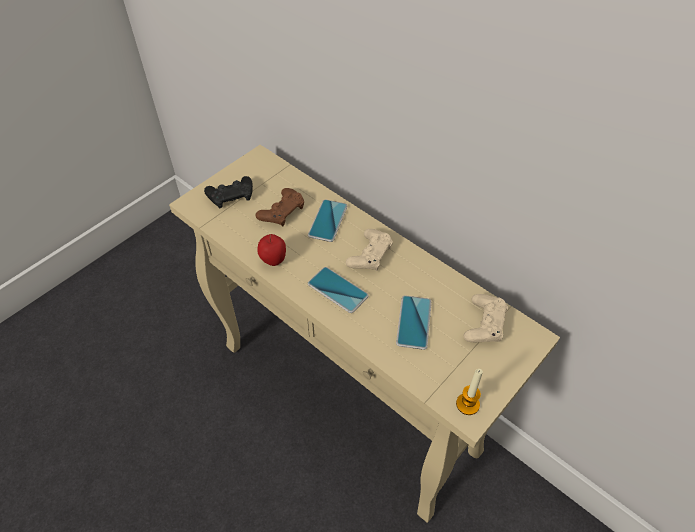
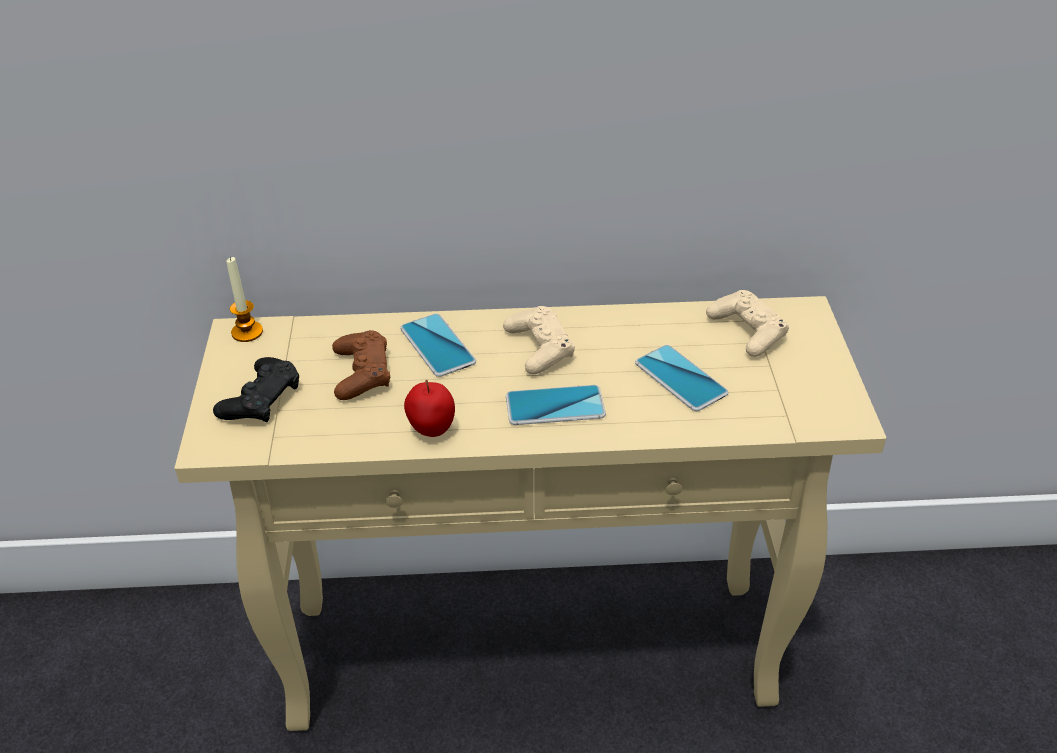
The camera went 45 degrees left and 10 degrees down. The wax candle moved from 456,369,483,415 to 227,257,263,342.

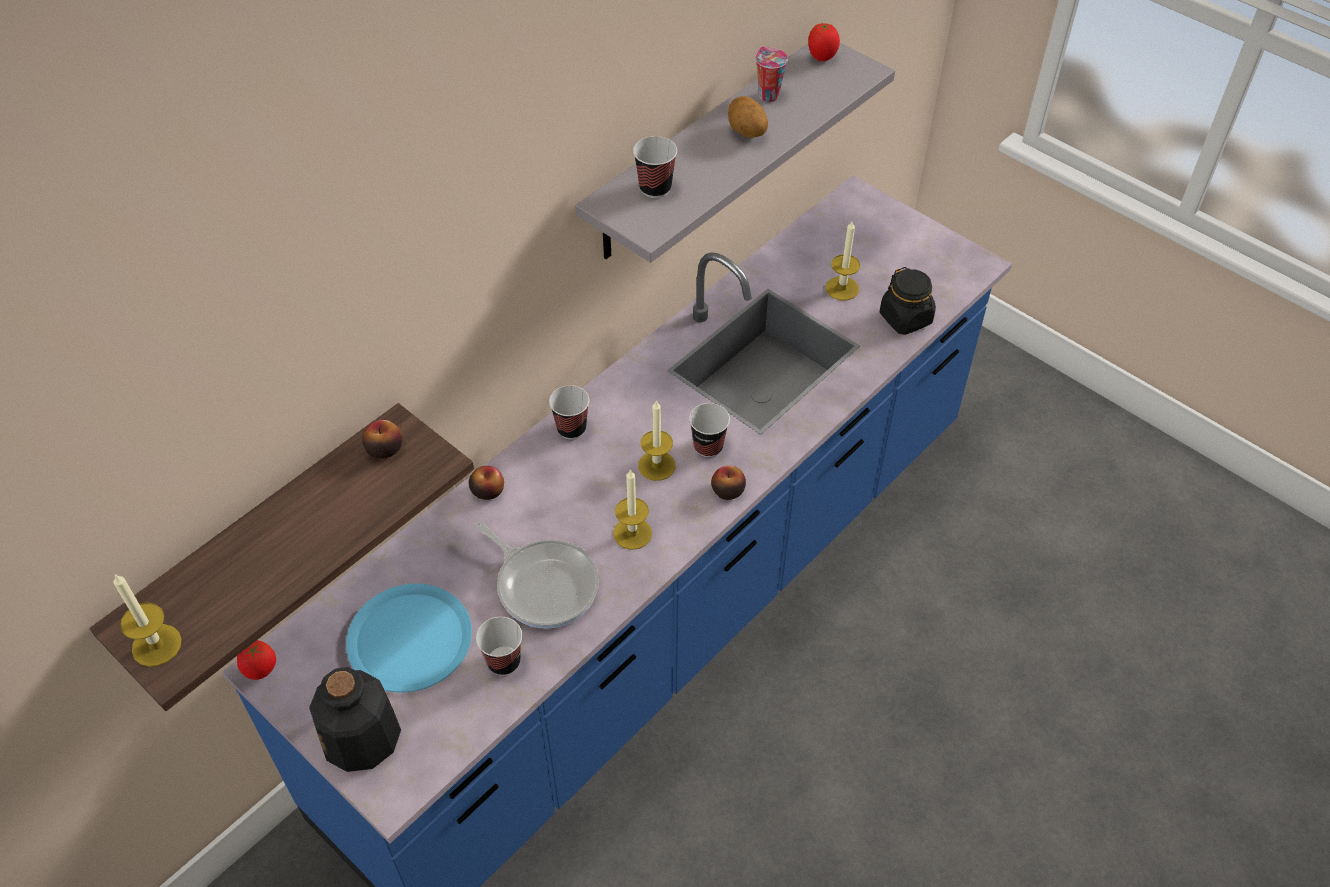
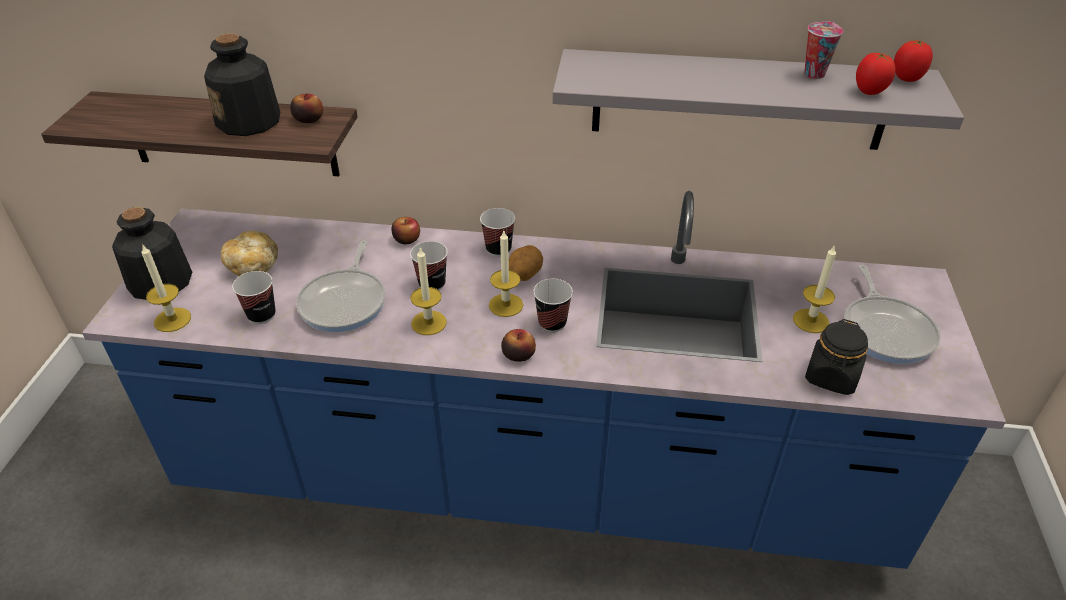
The camera went 55 degrees right and 10 degrees down. The bottle at 204,33,280,136 appeared. The frying pan at 844,265,941,364 appeared. The wax candle moved from 113,574,182,667 to 141,244,191,332. The tomato moved from 237,640,276,680 to 856,53,895,95. The drinking cup moved from 633,136,677,198 to 410,241,448,290. The whole potato moved from 728,96,768,138 to 509,245,543,281. The bluish plate at 346,584,472,693 was replaced by the bakery bread at 220,231,278,276.

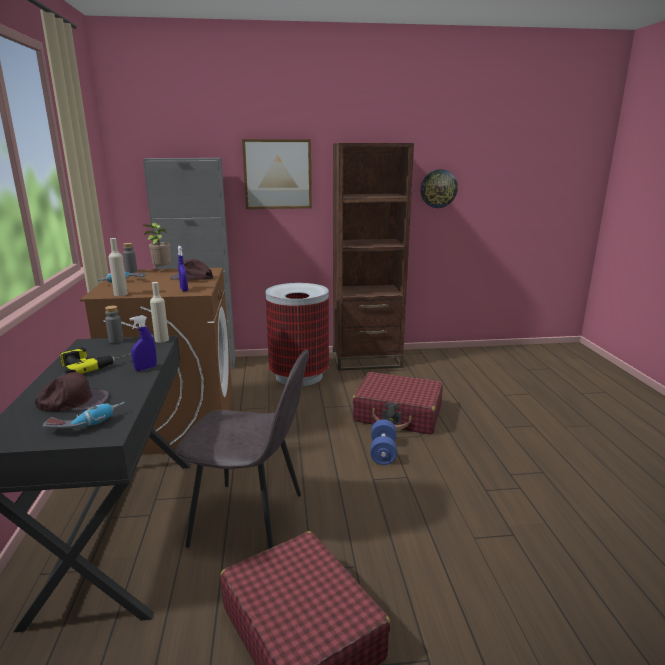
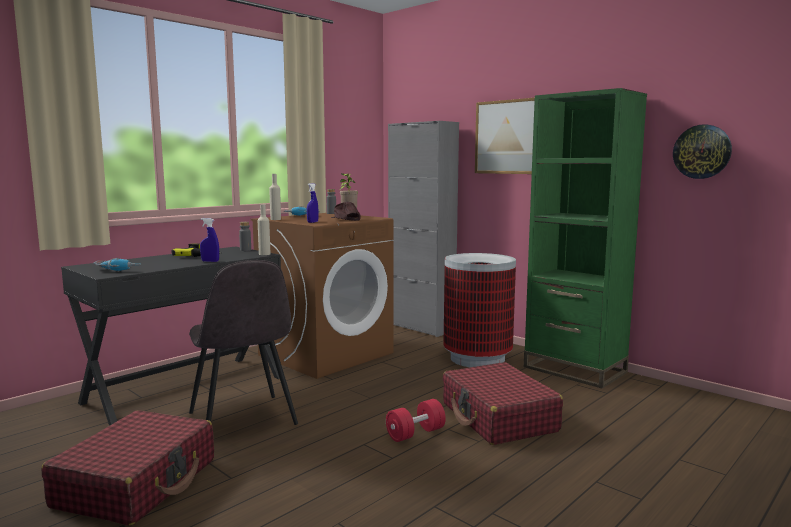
The camera went 50 degrees right and 10 degrees down. The brown cap at 35,372,109,411 disappeared. The brown shelving unit at 333,143,414,371 became the greenish shelving unit at 524,88,647,389. The bluish hand weight at 370,419,397,465 became the red-coloured hand weight at 386,399,446,442.

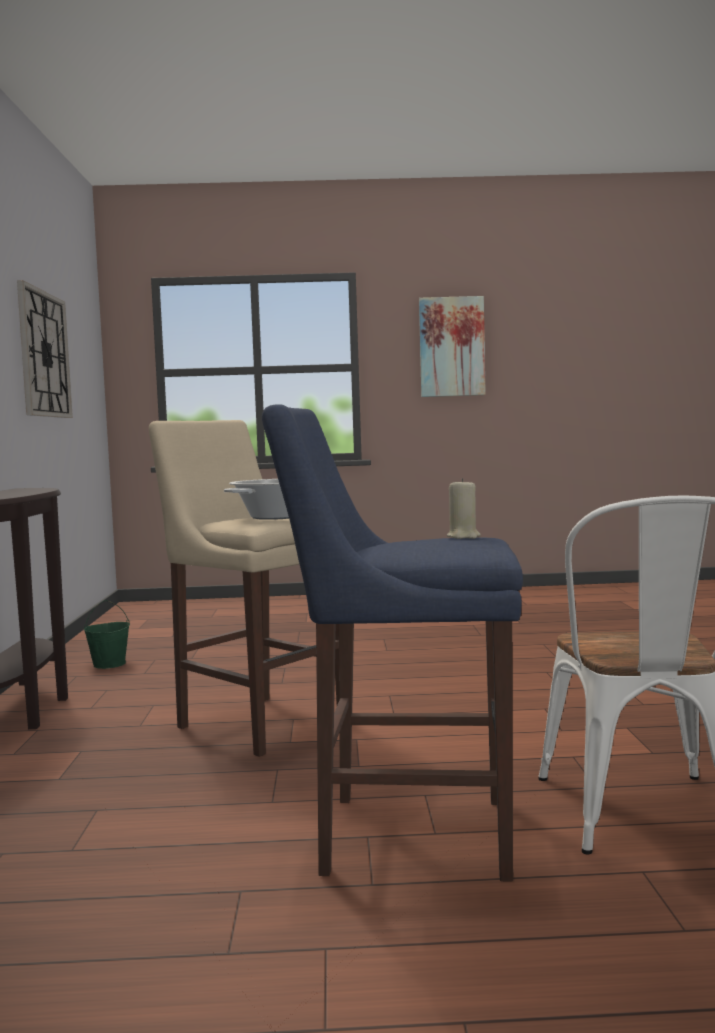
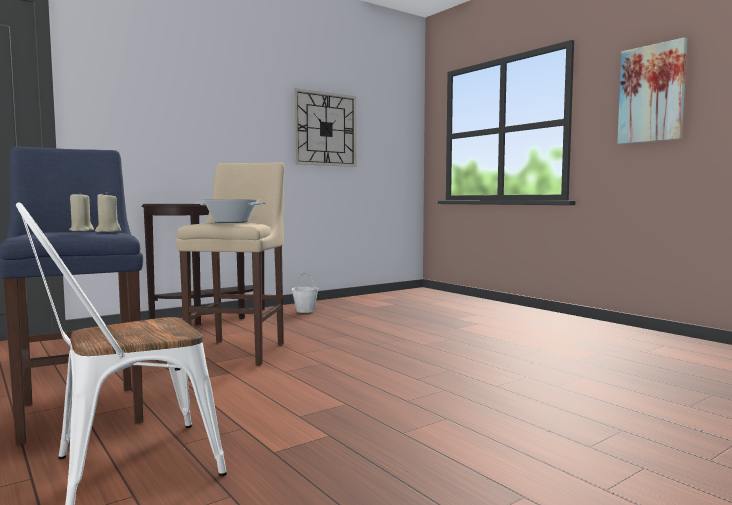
The camera went 55 degrees right and 0 degrees up. The beige wax candle at 69,193,94,231 appeared. The greenish pail at 84,600,130,669 became the whitish pail at 291,274,319,313.

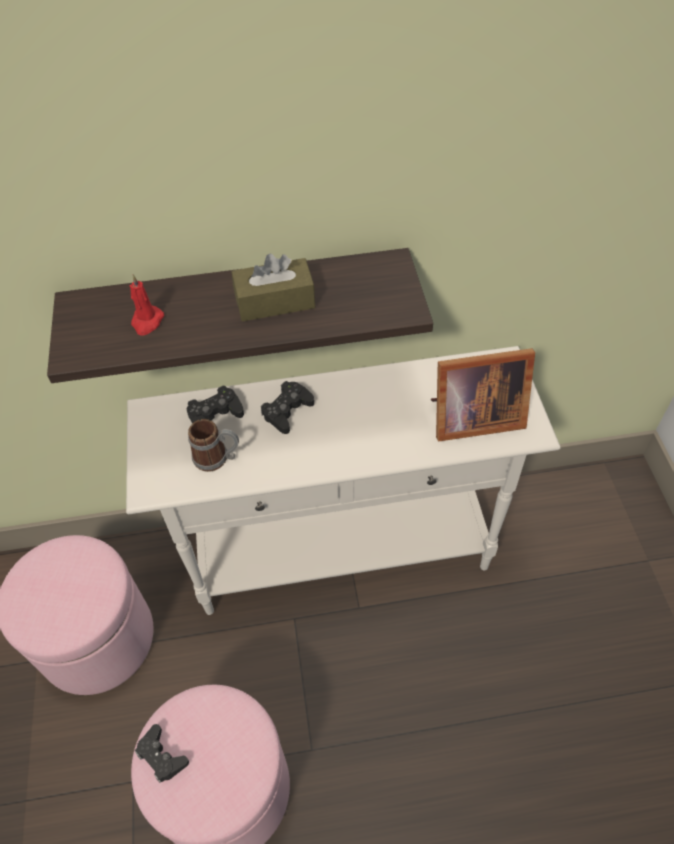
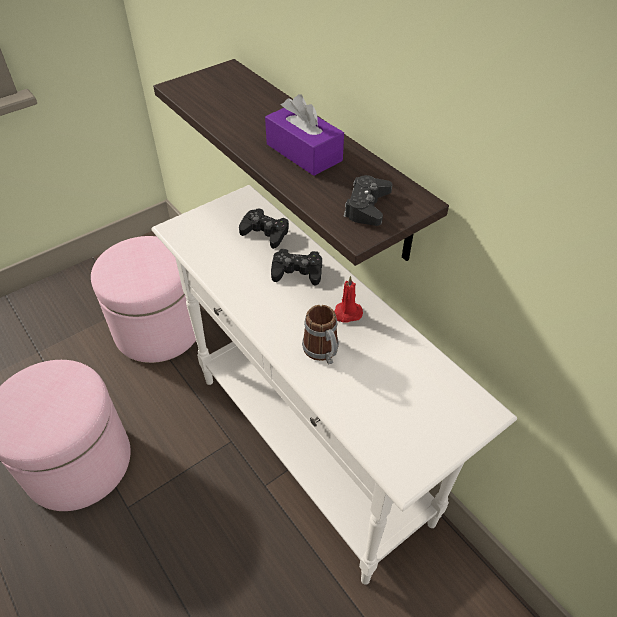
The camera went 60 degrees right and 5 degrees down. The standing frame at 431,348,535,442 disappeared. The red-coloured wax candle moved from 129,275,164,336 to 334,276,363,323. The black-coloured joypad moved from 135,724,189,783 to 344,175,392,226. The coffee mug moved from 188,419,239,472 to 302,305,339,364. The brown tissue holder at 231,254,315,321 became the purple tissue holder at 265,94,344,176.

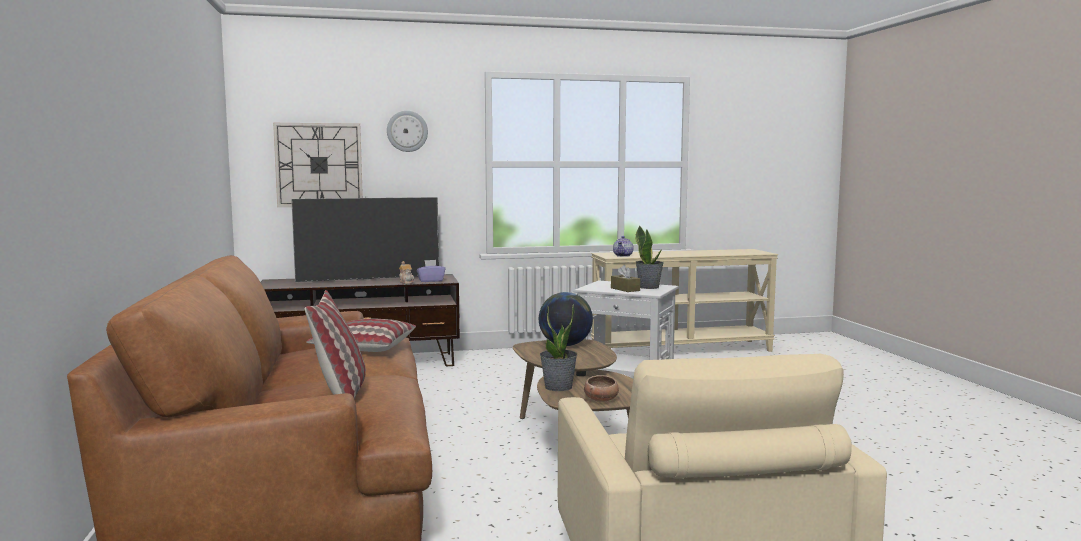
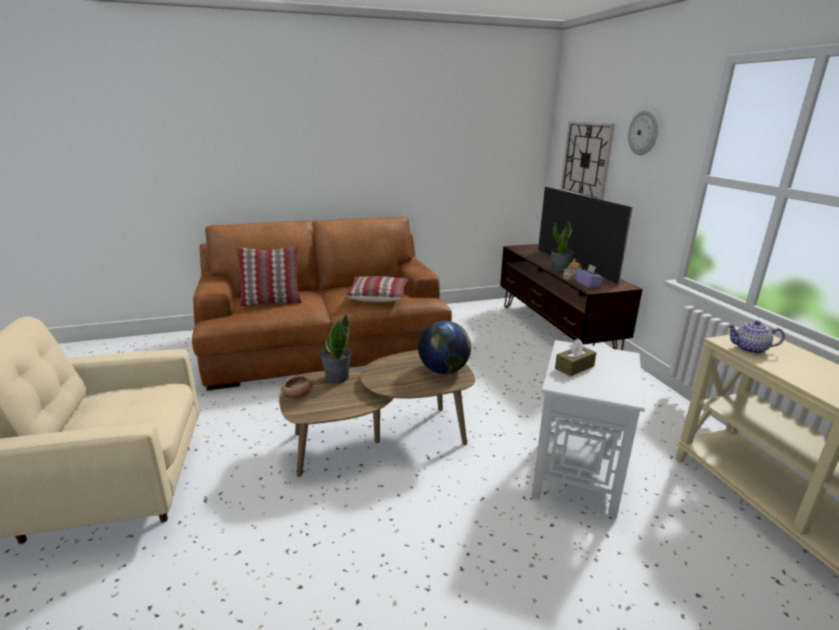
The camera went 85 degrees right and 15 degrees up. The potted plant moved from 635,225,664,289 to 551,220,574,273.

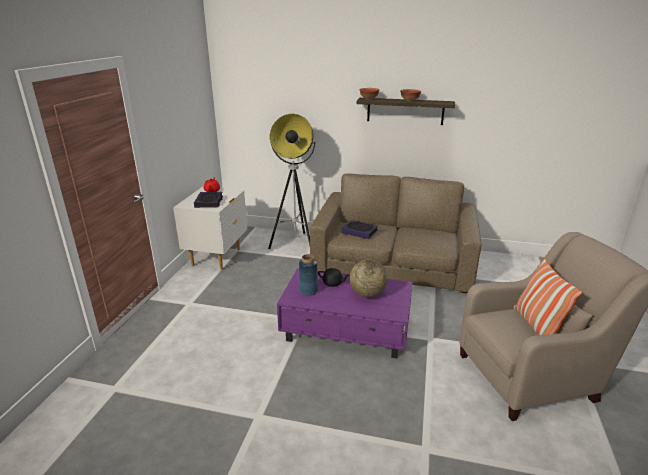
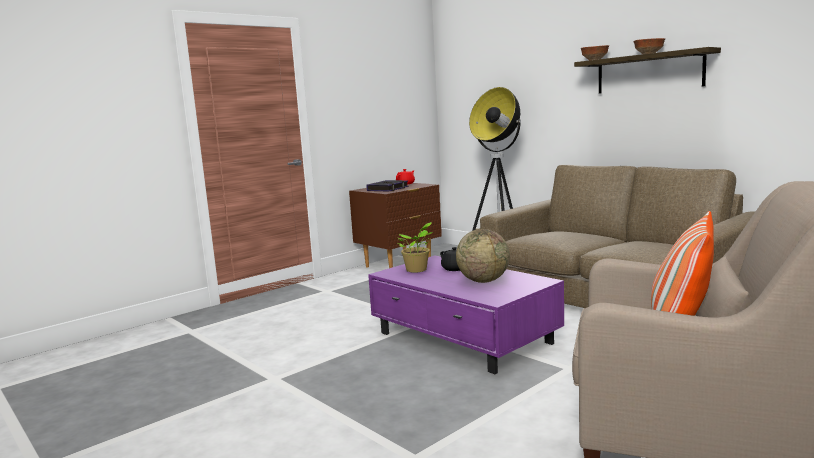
The camera went 35 degrees right and 15 degrees down. The bound book at 341,220,378,239 disappeared. The bluish flower vase at 299,254,318,296 was replaced by the potted plant at 397,222,432,273. The whitish bedside table at 173,187,247,270 became the brown bedside table at 349,183,442,268.

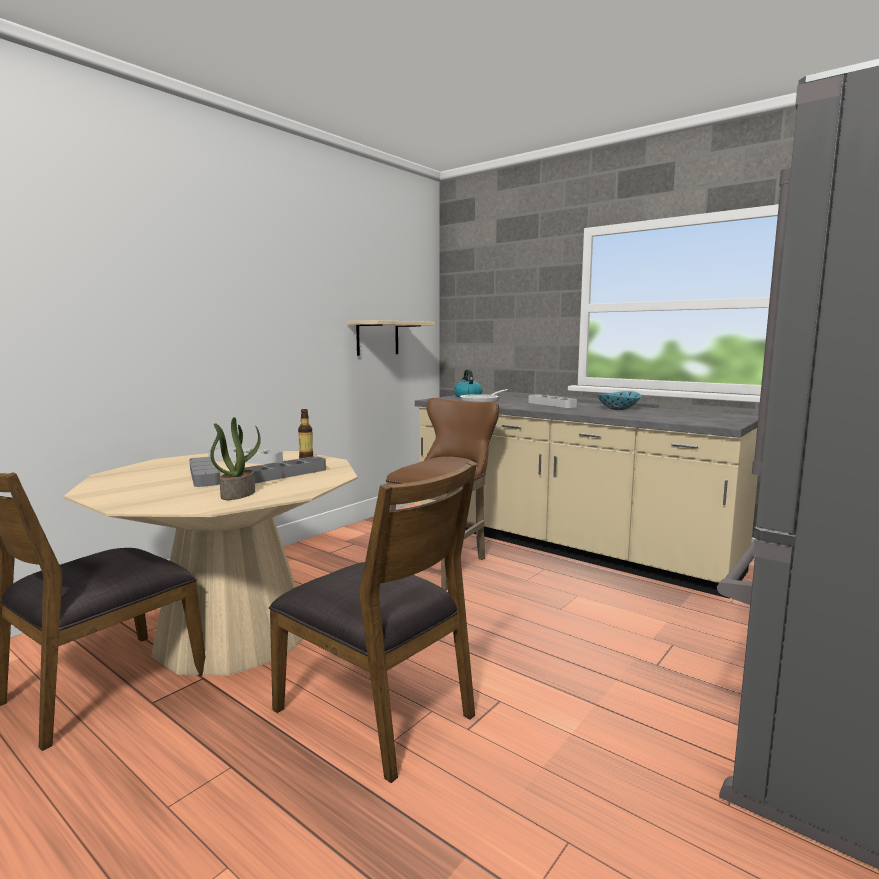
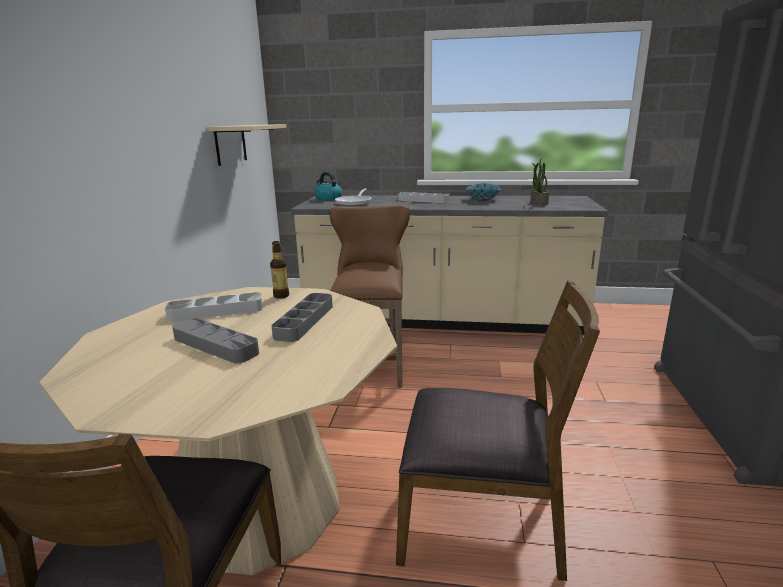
The camera went 30 degrees left and 10 degrees up. The potted plant moved from 210,417,261,500 to 530,158,549,205.

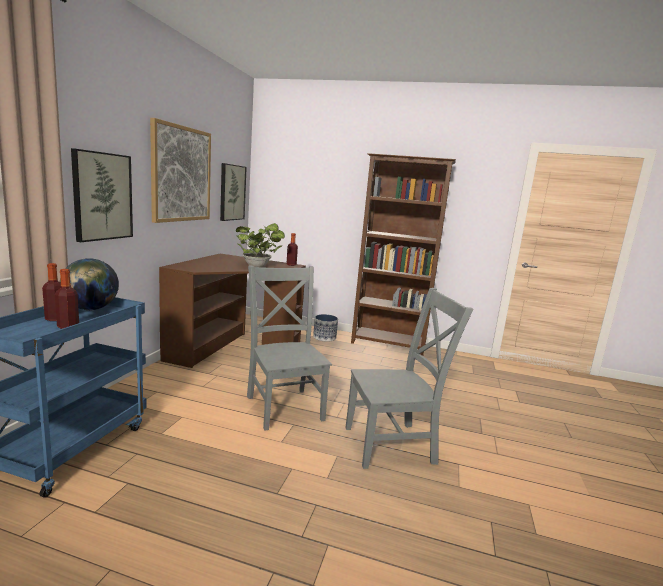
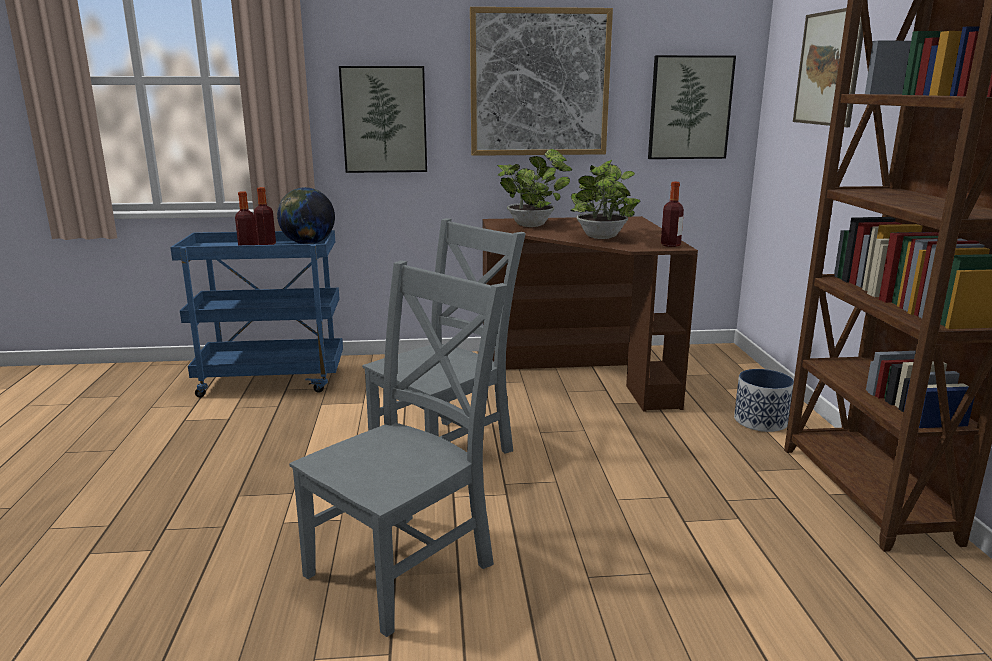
The camera went 70 degrees right and 5 degrees up. The potted plant at 497,149,572,227 appeared. The wall art at 793,8,863,127 appeared. The greyish chair at 345,288,473,469 turned 105 degrees counterclockwise.

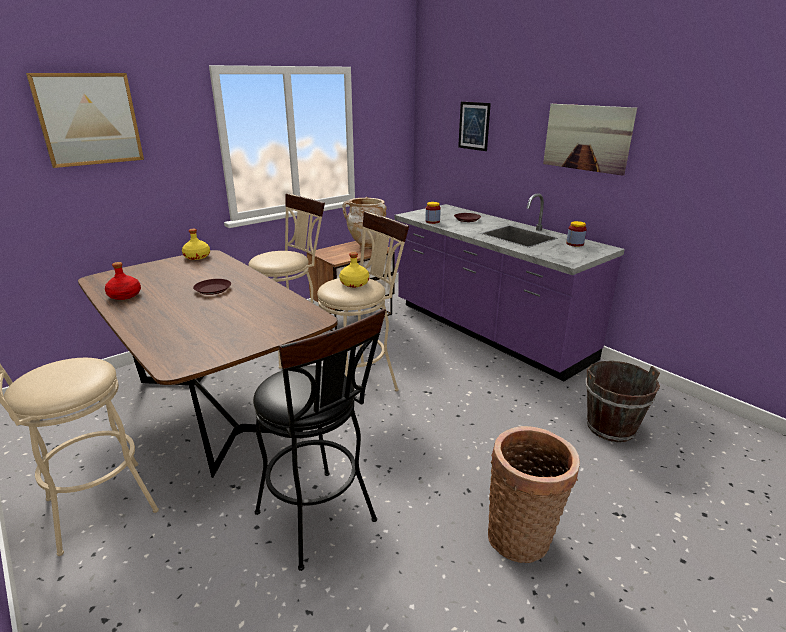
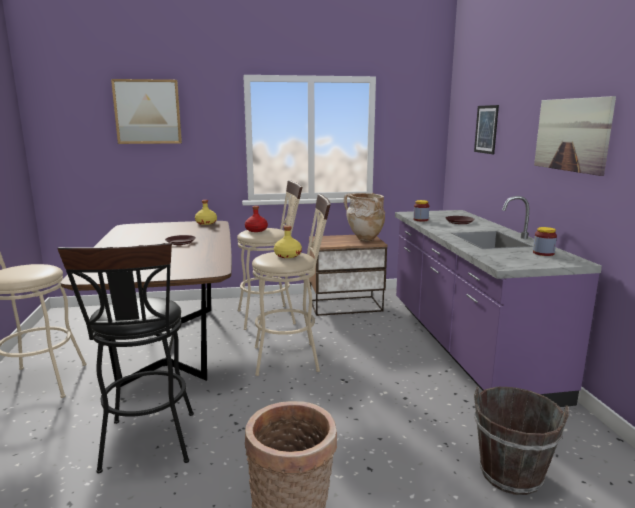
The camera went 30 degrees right and 10 degrees down. The red-coloured bottle moved from 105,262,141,300 to 245,206,268,232.

